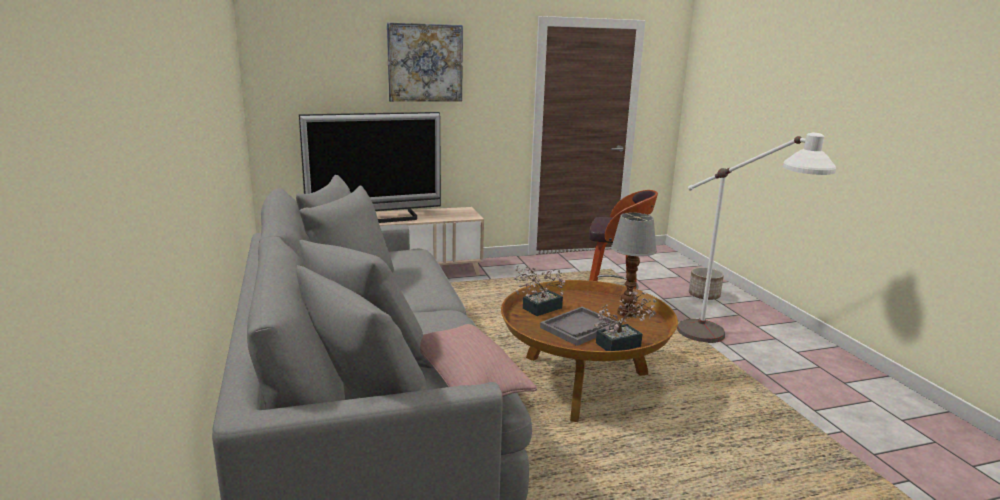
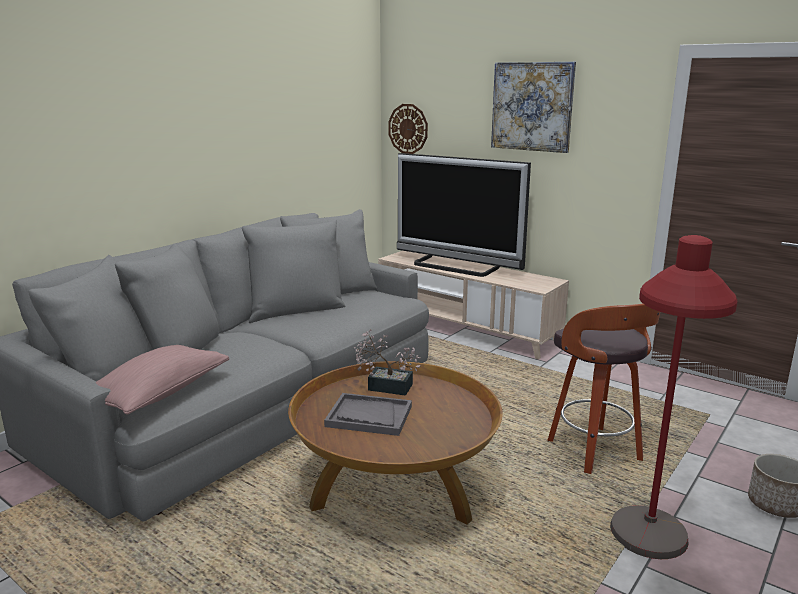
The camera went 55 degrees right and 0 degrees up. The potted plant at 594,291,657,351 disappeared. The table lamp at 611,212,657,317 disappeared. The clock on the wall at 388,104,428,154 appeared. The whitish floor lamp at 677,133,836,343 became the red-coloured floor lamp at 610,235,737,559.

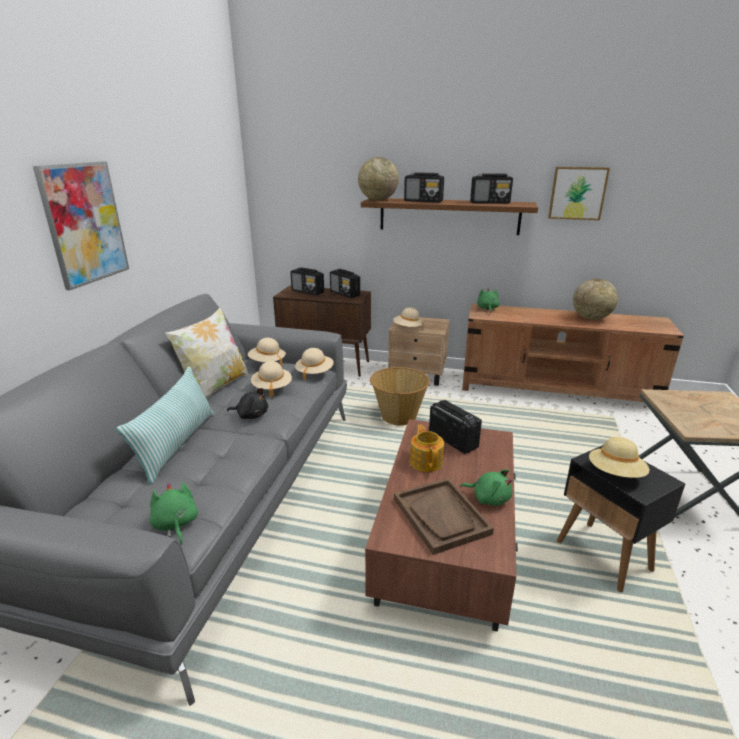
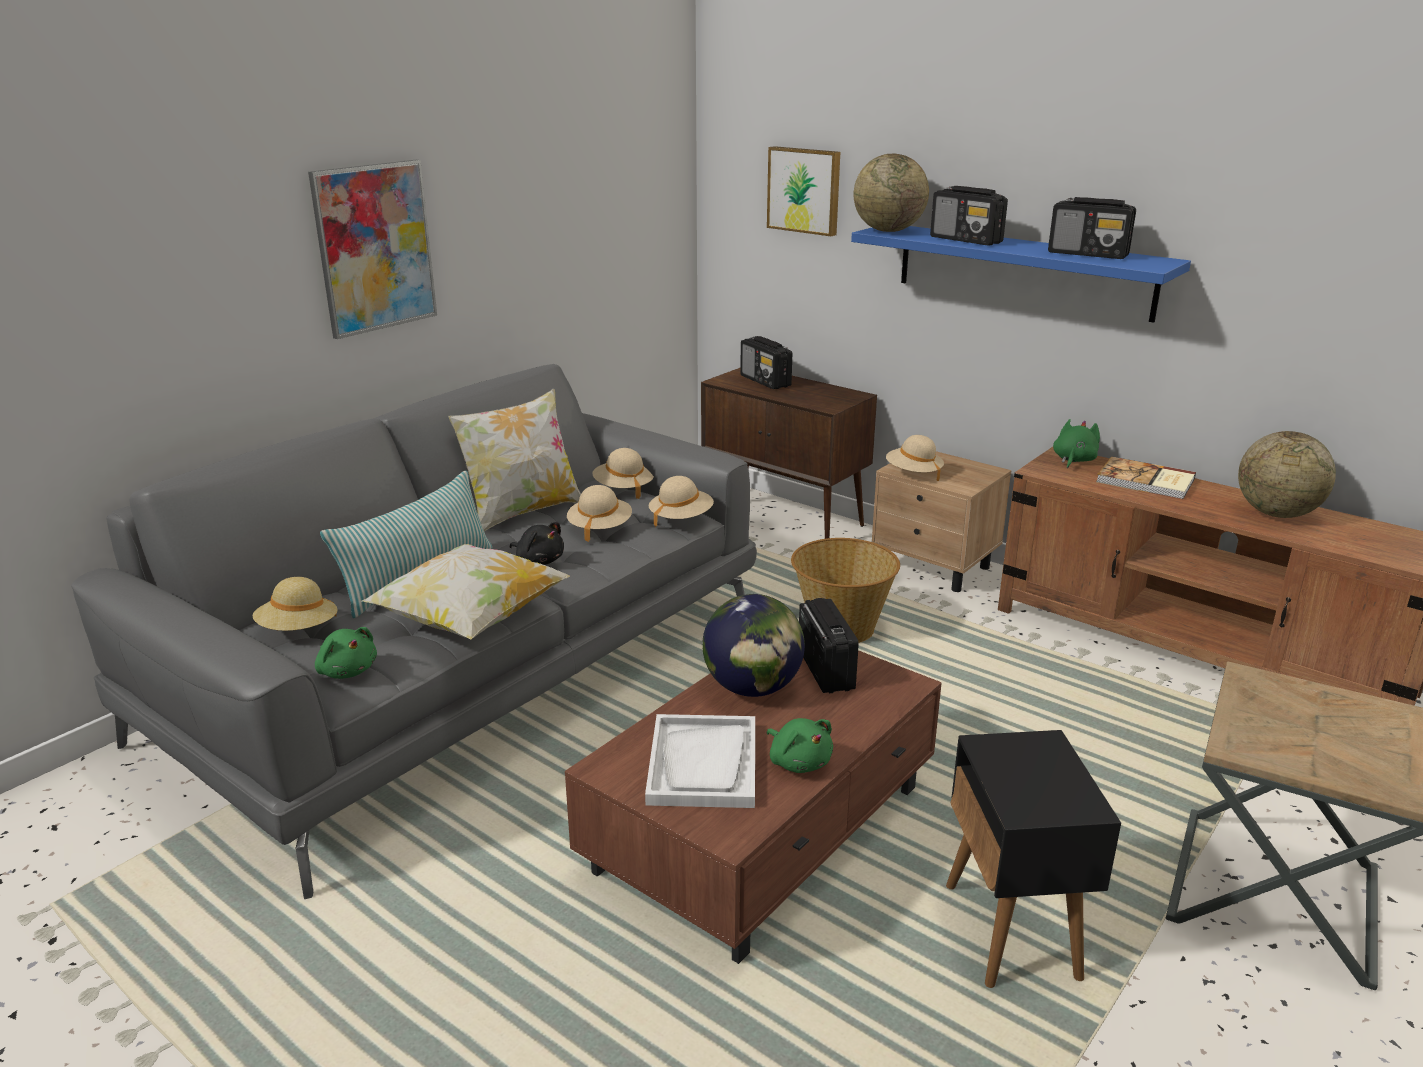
The camera went 25 degrees right and 0 degrees up. The radio receiver at 330,269,360,298 disappeared. The throw pillow at 362,544,570,640 appeared. The bound book at 1096,456,1196,499 appeared. The wall art moved from 548,167,610,220 to 767,146,840,236. The beige wearable hat moved from 589,437,649,478 to 252,577,338,631. The tea pot at 410,424,444,472 was replaced by the desk globe at 702,594,805,697. The brown bracket shelf at 361,198,538,235 became the bluish bracket shelf at 851,226,1191,323. The brown serving tray at 394,478,494,555 became the whitish serving tray at 645,714,755,808. The greenish cuddly toy at 150,482,198,545 turned 135 degrees clockwise.

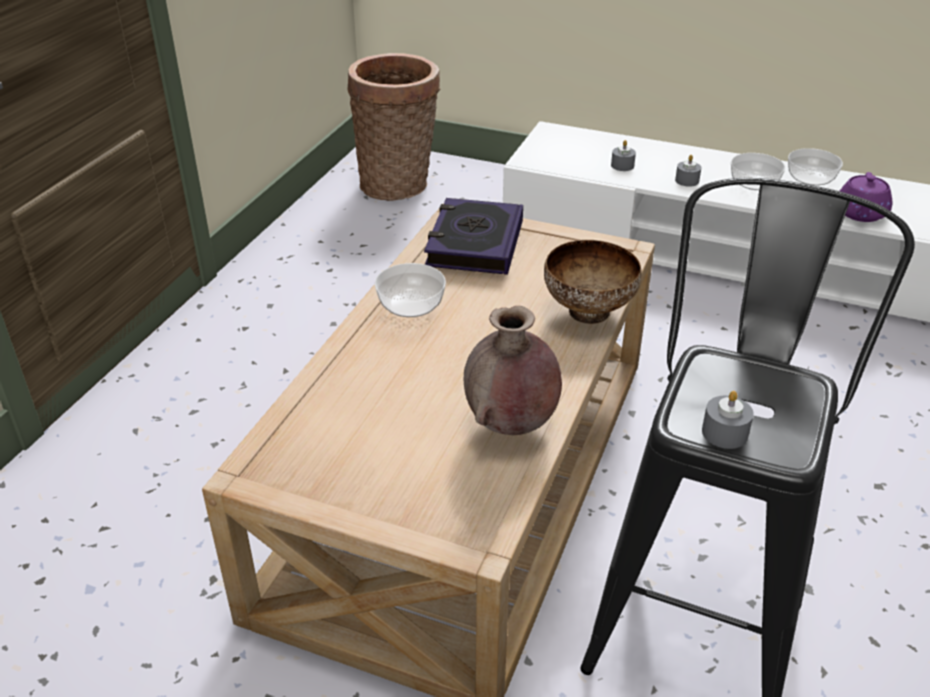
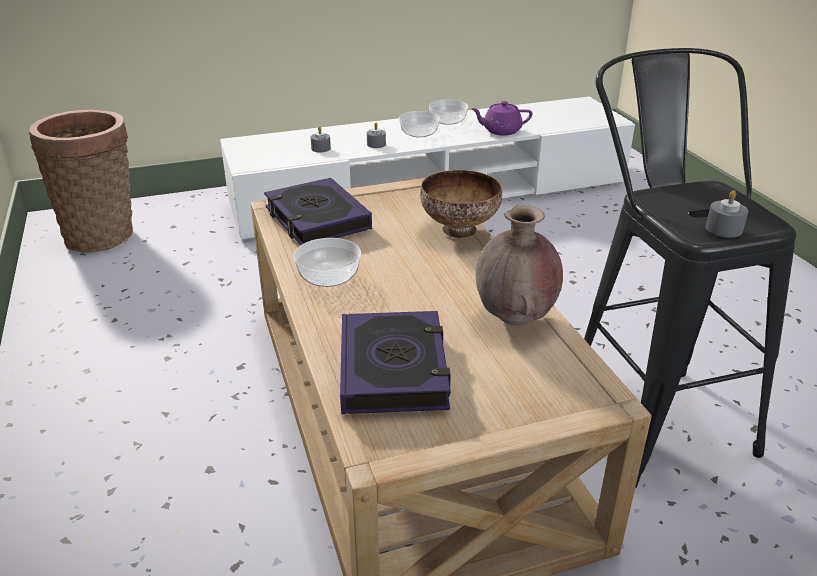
The camera went 40 degrees left and 5 degrees down. The bound book at 340,311,451,414 appeared. The purple tea pot at 840,172,892,222 turned 105 degrees clockwise.

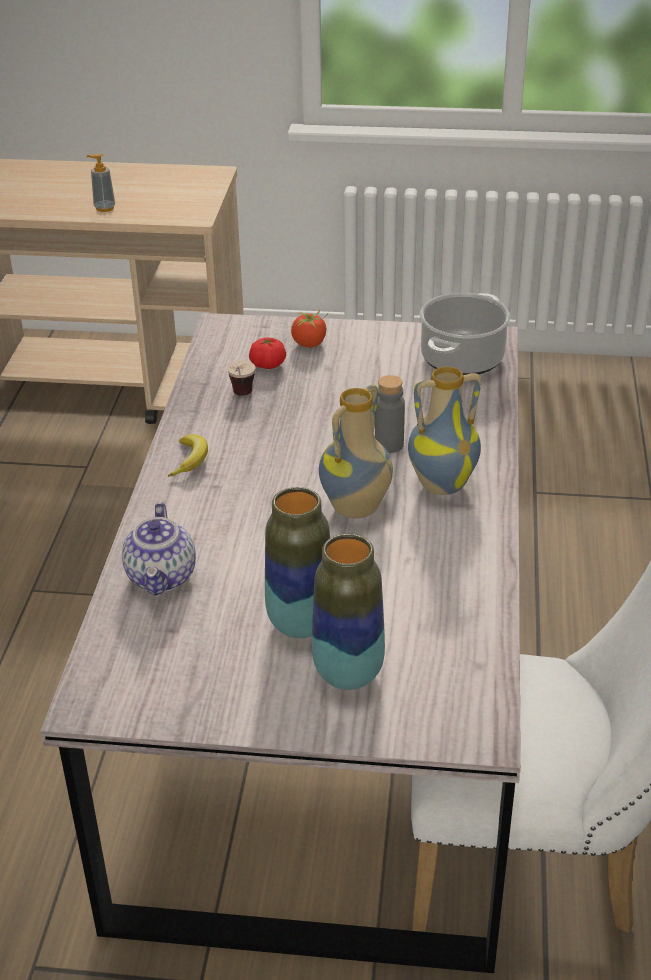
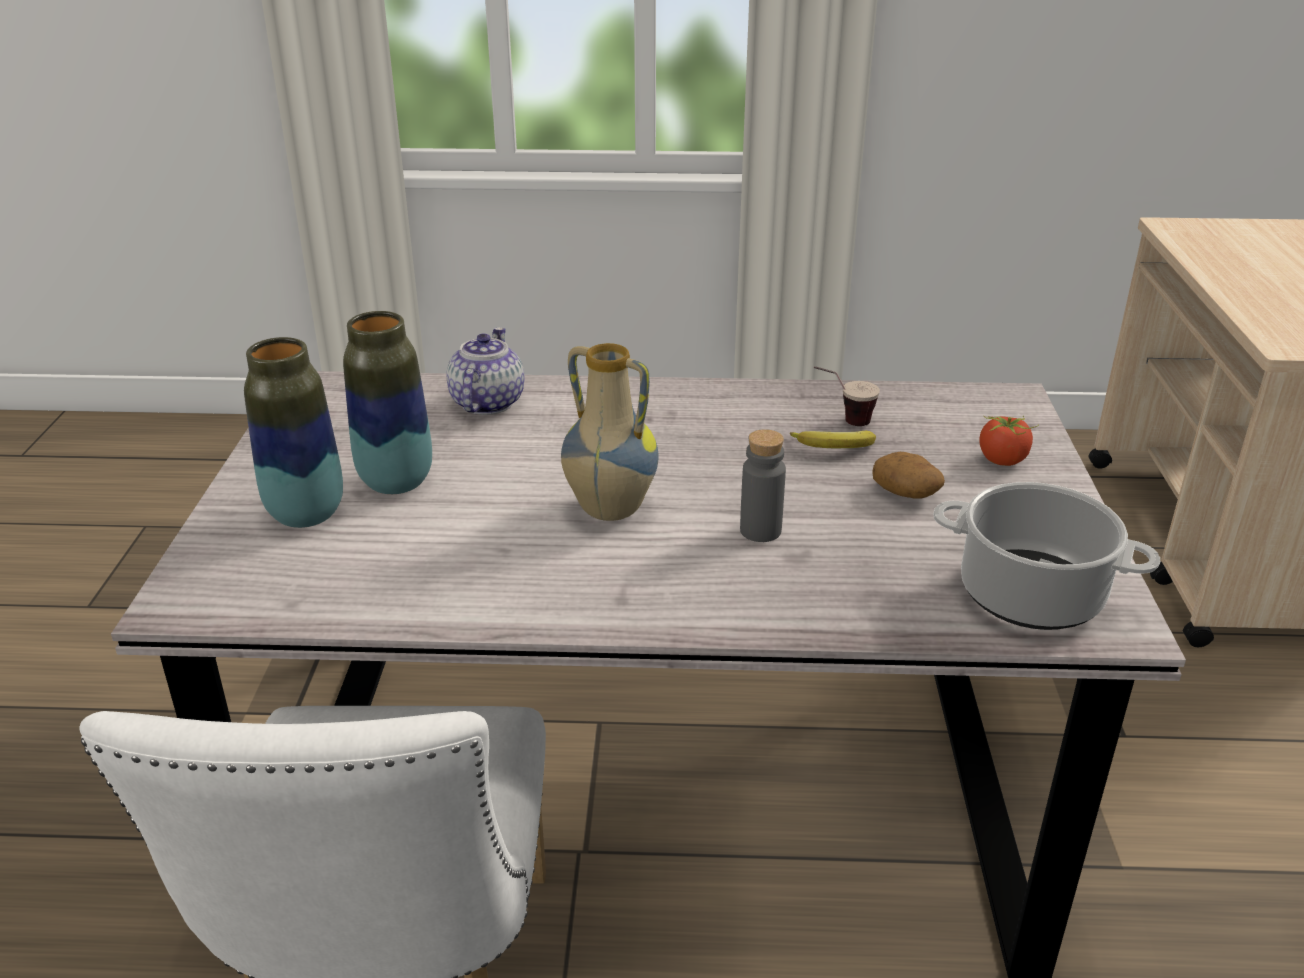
The camera went 85 degrees right and 5 degrees down. The soap bottle at 87,154,115,212 disappeared. The tomato at 249,338,286,369 disappeared. The flower vase at 408,367,481,495 disappeared. The whole potato at 872,452,945,499 appeared. The banana fruit moved from 168,434,208,477 to 790,431,876,448. The tea pot at 122,502,196,596 turned 105 degrees clockwise.

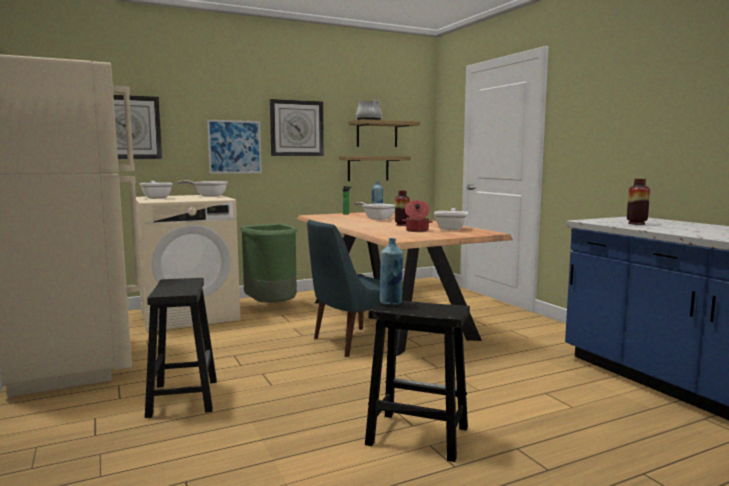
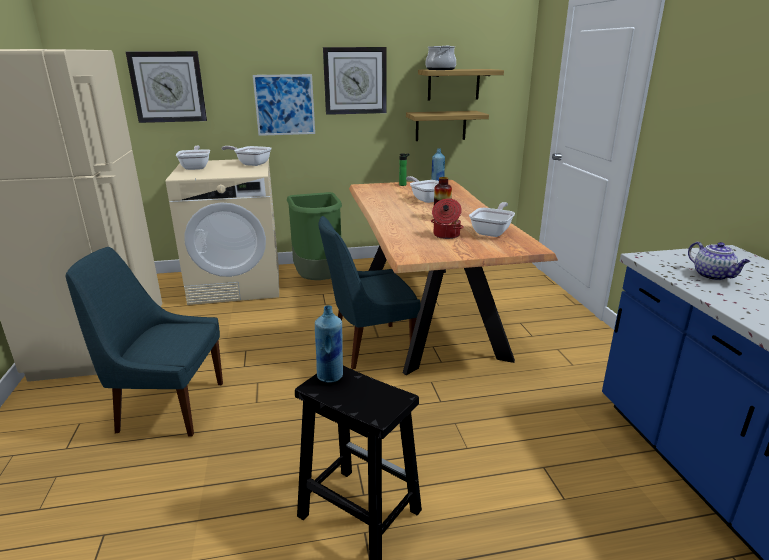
The camera went 15 degrees right and 15 degrees up. The black-coloured stool at 145,278,217,418 was replaced by the bluish chair at 66,247,223,436. The flower vase at 627,178,650,225 was replaced by the tea pot at 688,242,751,281.

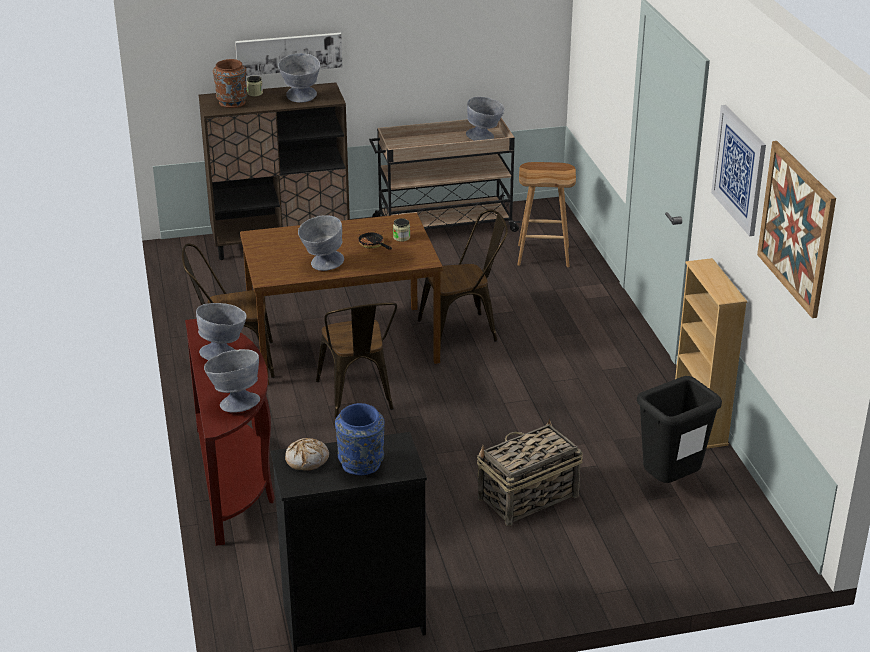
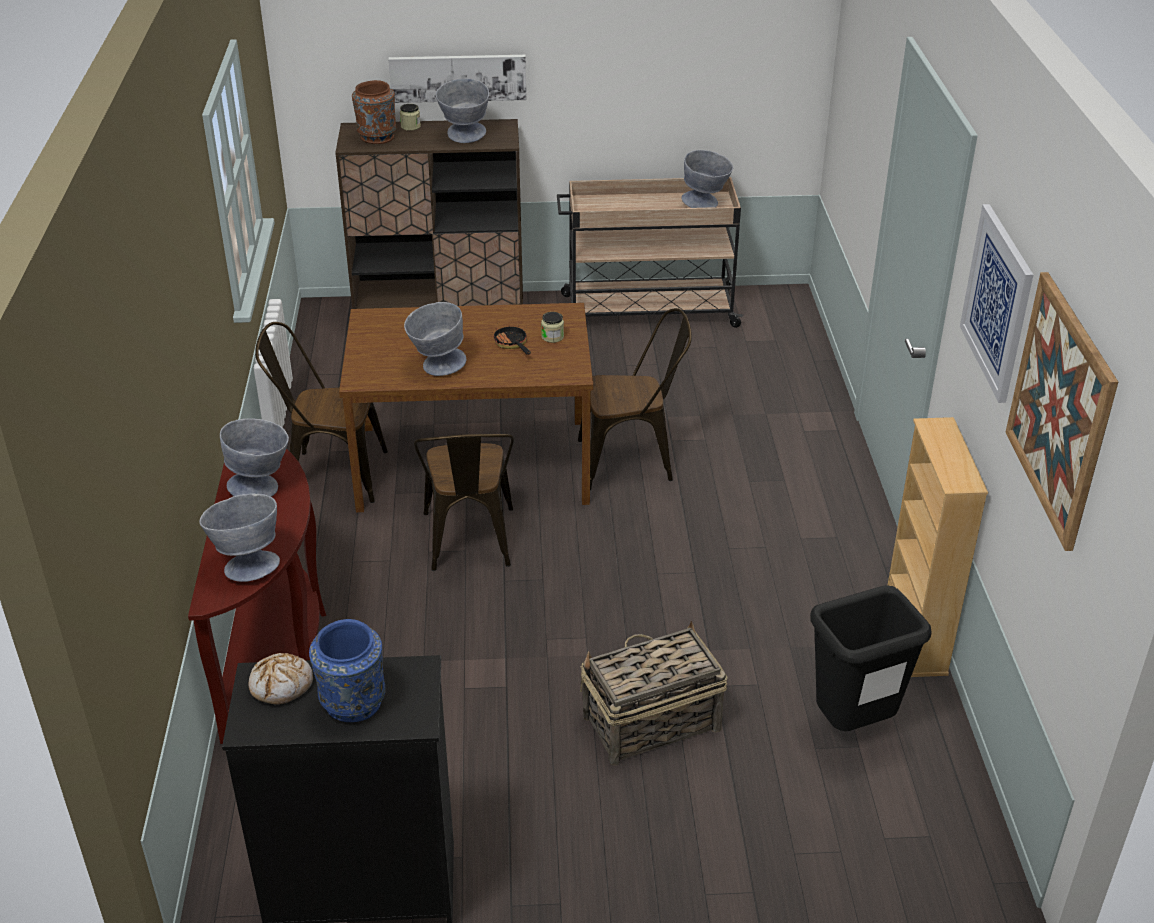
The camera went 10 degrees right and 5 degrees up. The brown stool at 517,162,576,267 disappeared.

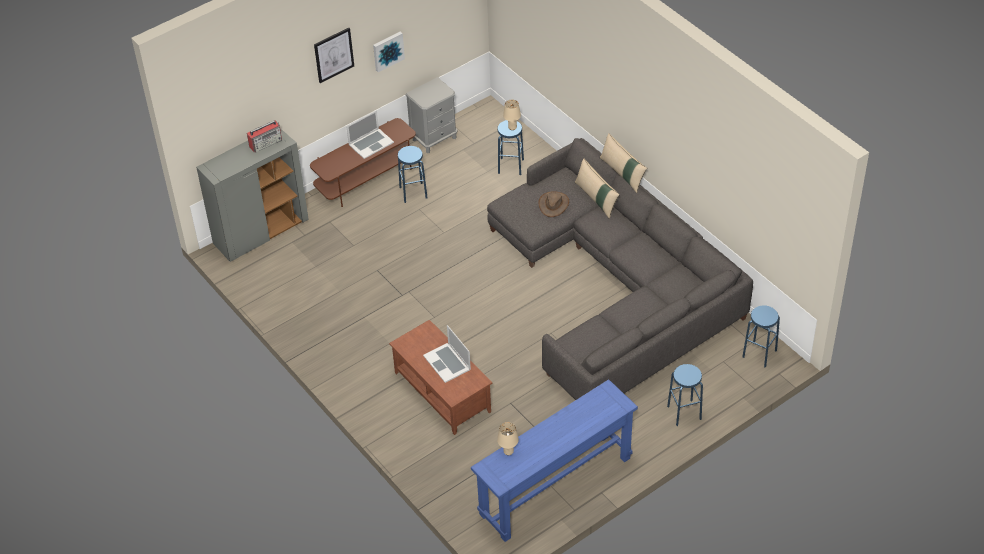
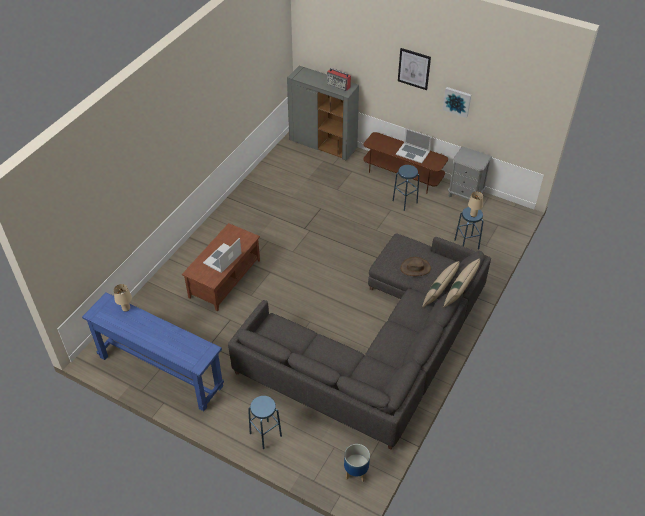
The camera went 65 degrees right and 0 degrees up. The bluish stool at 742,305,780,367 was replaced by the planter at 344,444,370,482.

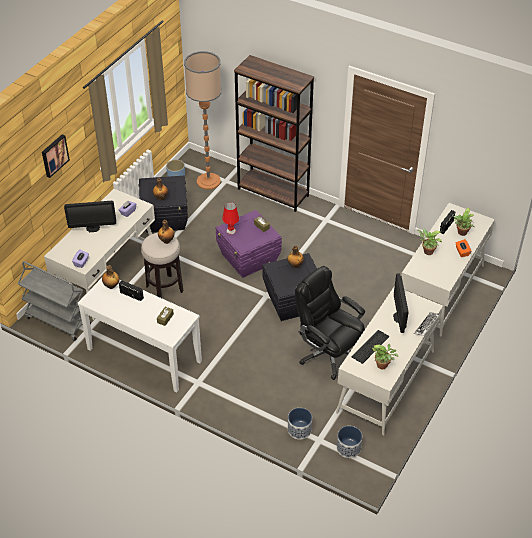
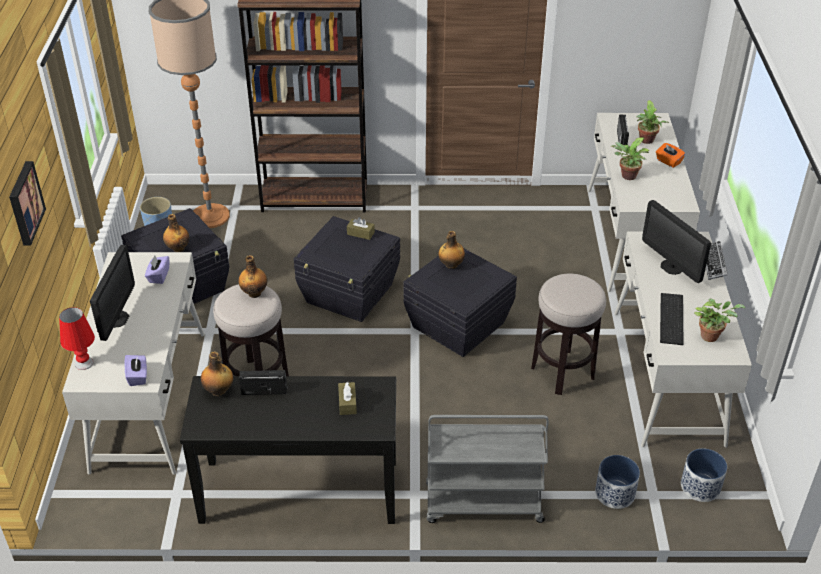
The camera went 30 degrees left and 5 degrees down. The greyish wheeled cart moved from 18,261,91,341 to 426,415,549,523. The red-coloured table lamp moved from 222,202,239,234 to 59,307,95,370. The black-coloured office chair at 295,266,365,380 was replaced by the stool at 531,274,606,395. The whitish narrow table at 78,278,202,392 became the black-coloured narrow table at 180,376,396,524. The purple storage box at 216,210,282,278 became the black-coloured storage box at 294,216,400,322. The monitor at 64,201,116,232 turned 45 degrees counterclockwise.

